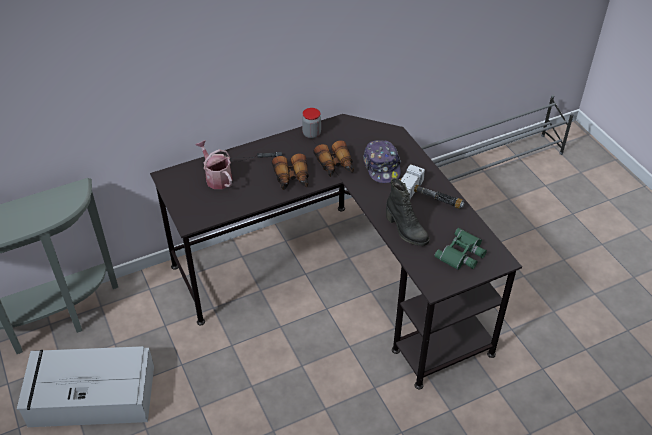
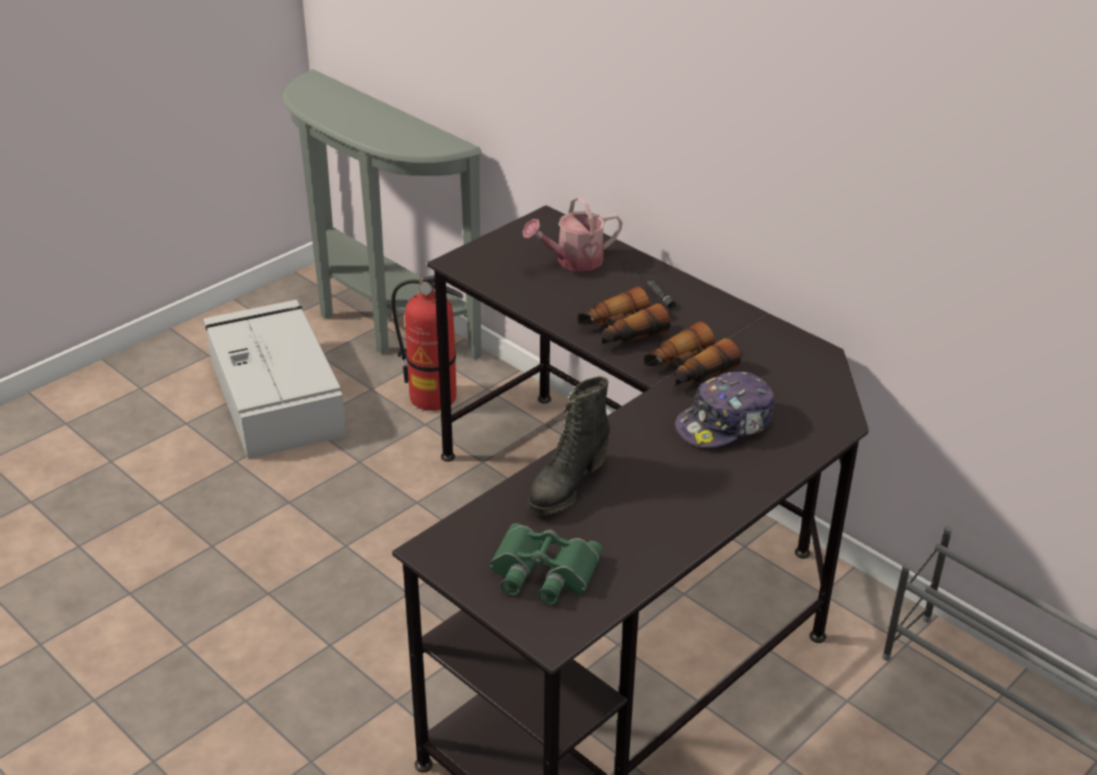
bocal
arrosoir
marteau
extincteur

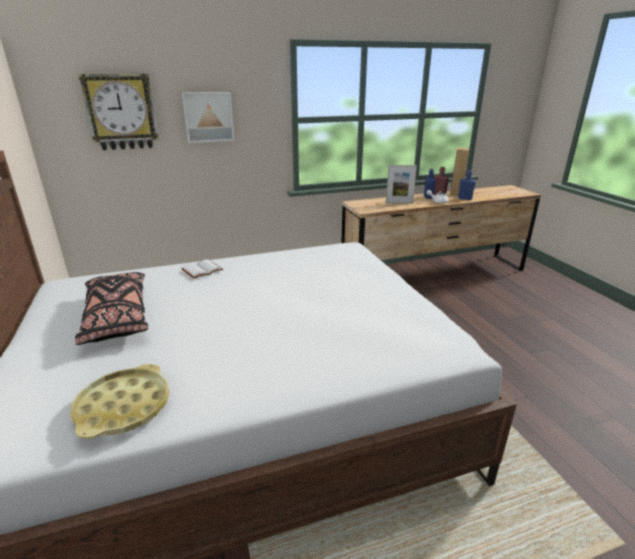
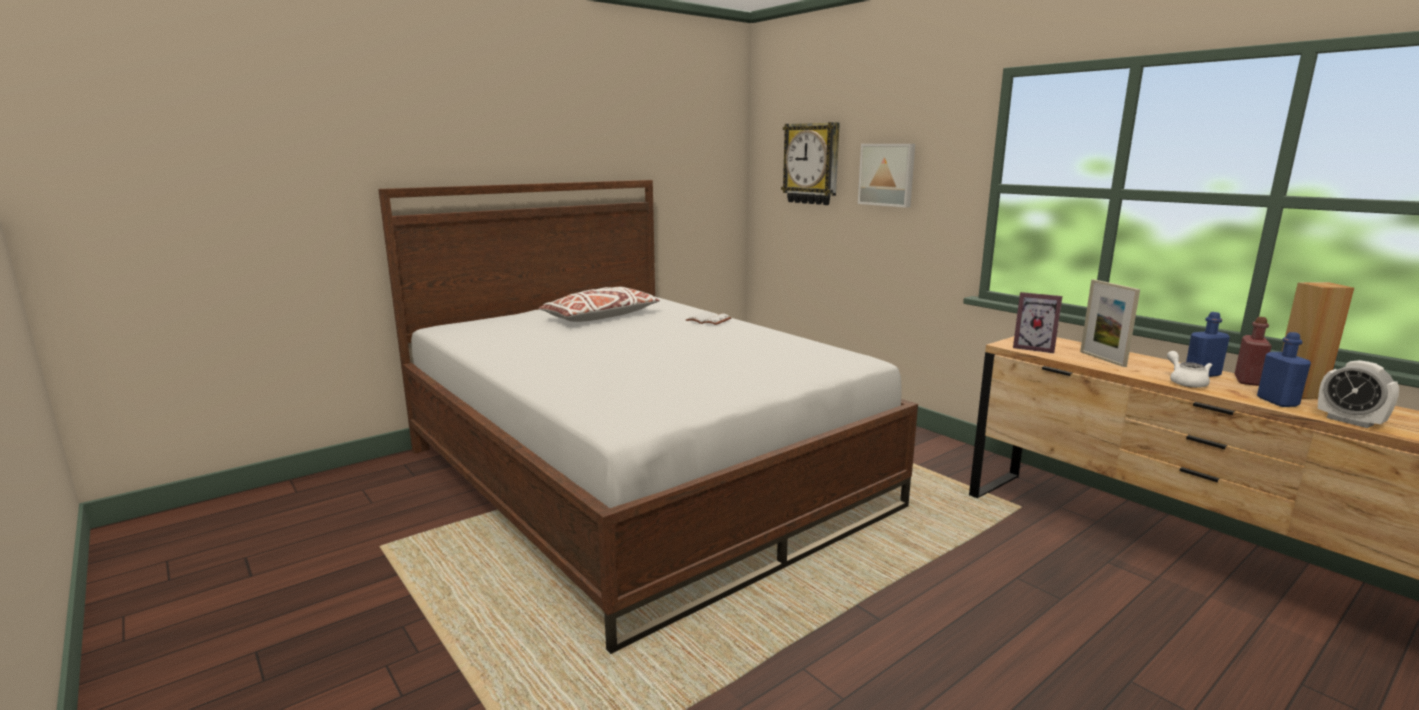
coussin/blanc
plateau/jaune
cadre photo (no. 1 from left)
réveil

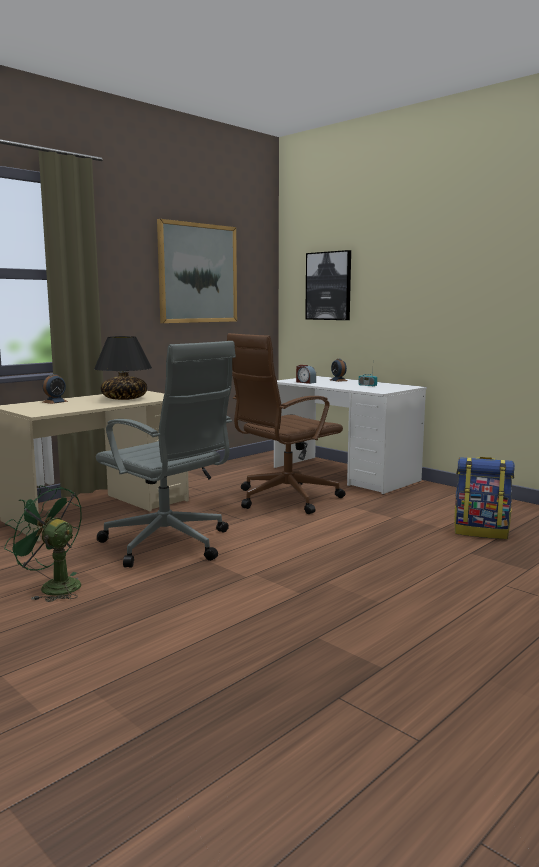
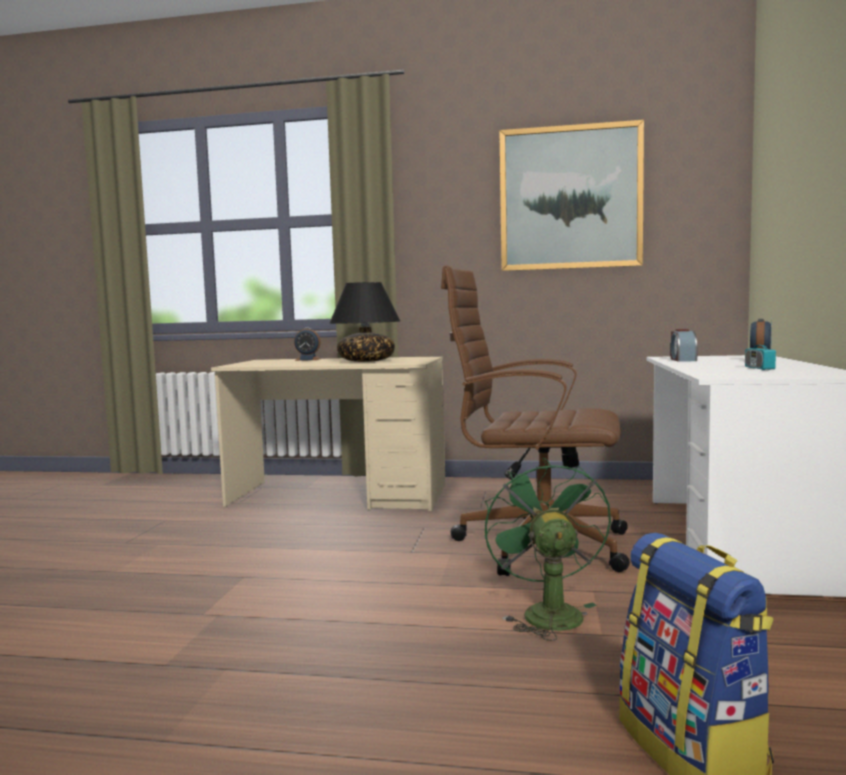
tableau (no. 2 from left in the first image)
chaise de bureau/gris
ventilateur/vert

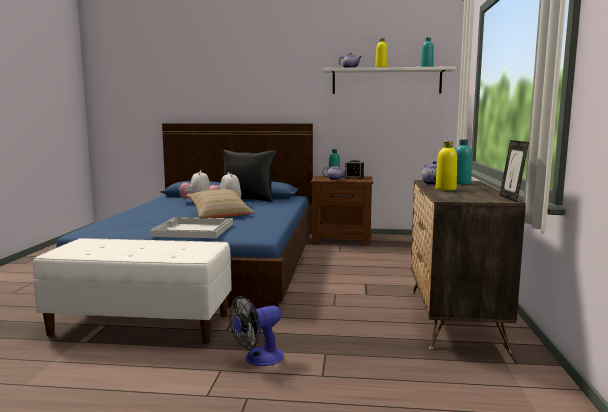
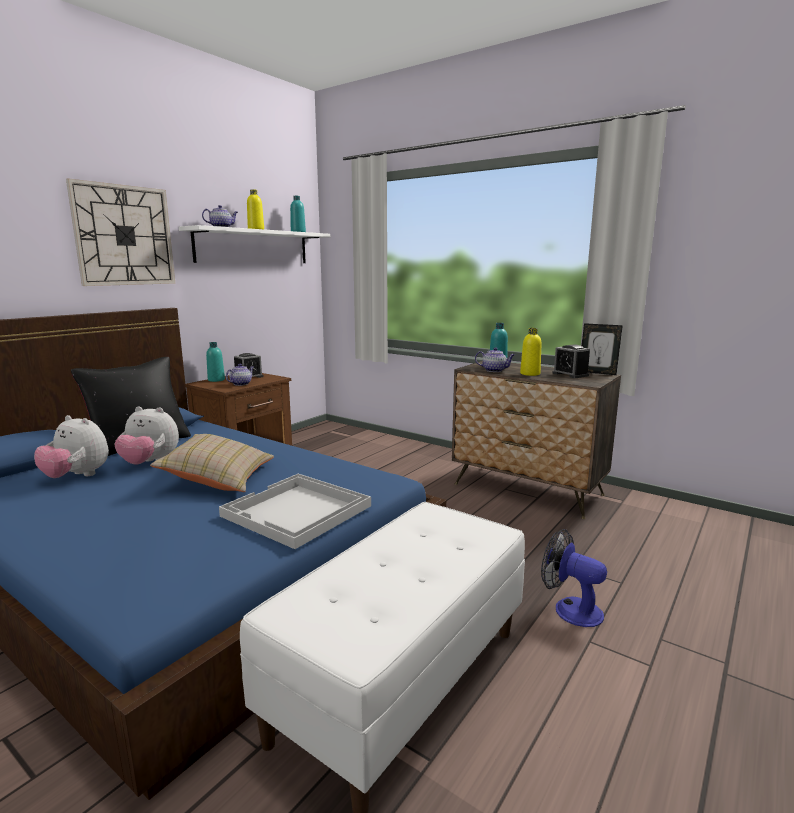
ventilateur
horloge murale
réveil (no. 2 from left)

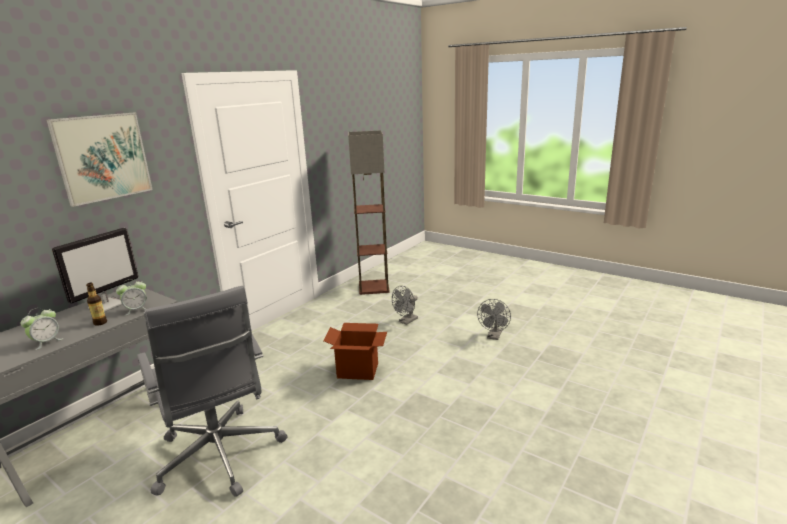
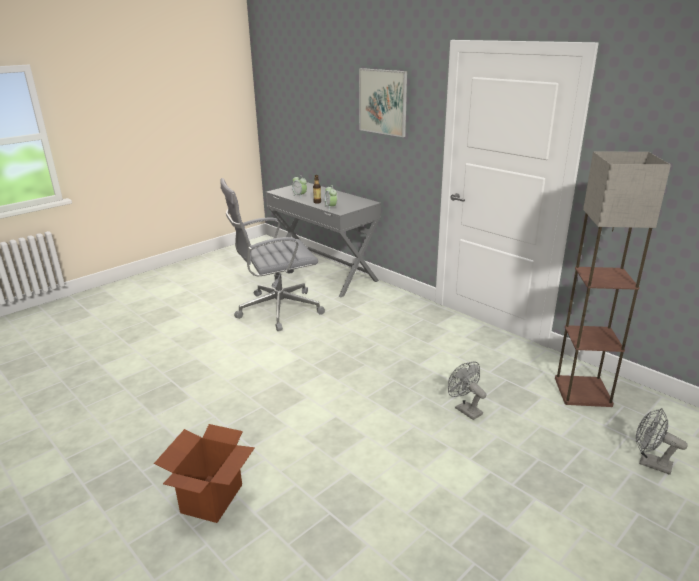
écran d'ordinateur
ventilateur/gris (no. 2 from left)
carton

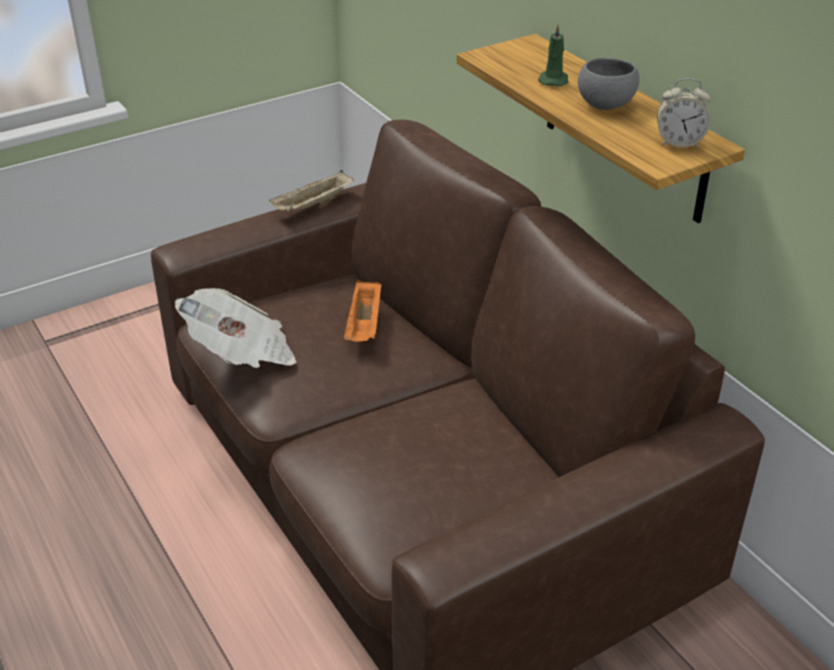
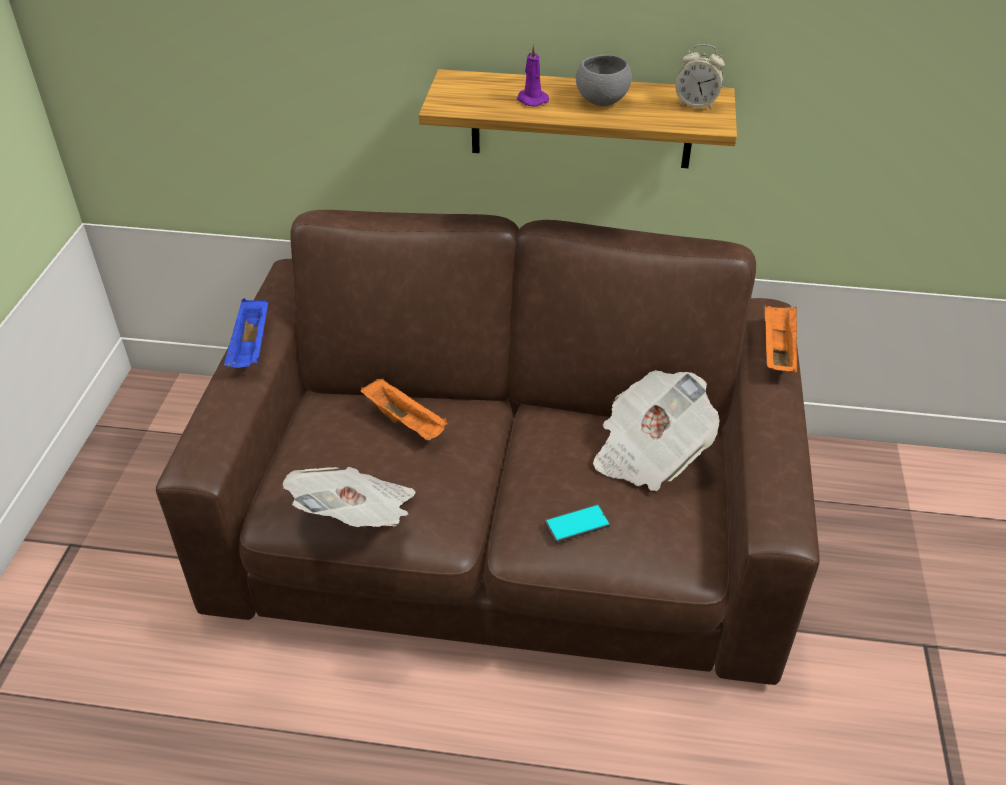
bougie/violet
réveil
plateau/bleu
plateau/orange (no. 2 from left)
journal (no. 2 from left)
téléphone

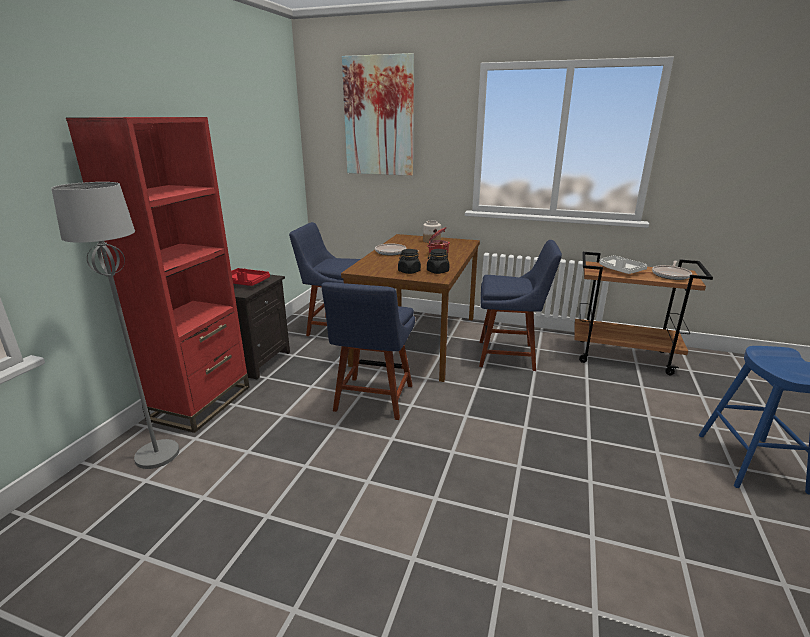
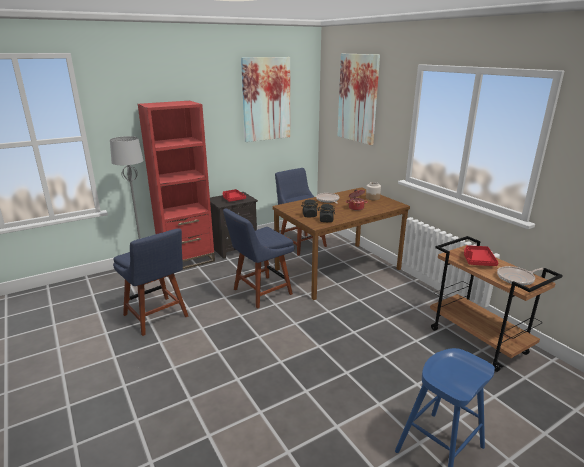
chaise/bleu (no. 1 from left)
plateau/rouge (no. 2 from left)
tableau (no. 1 from left)

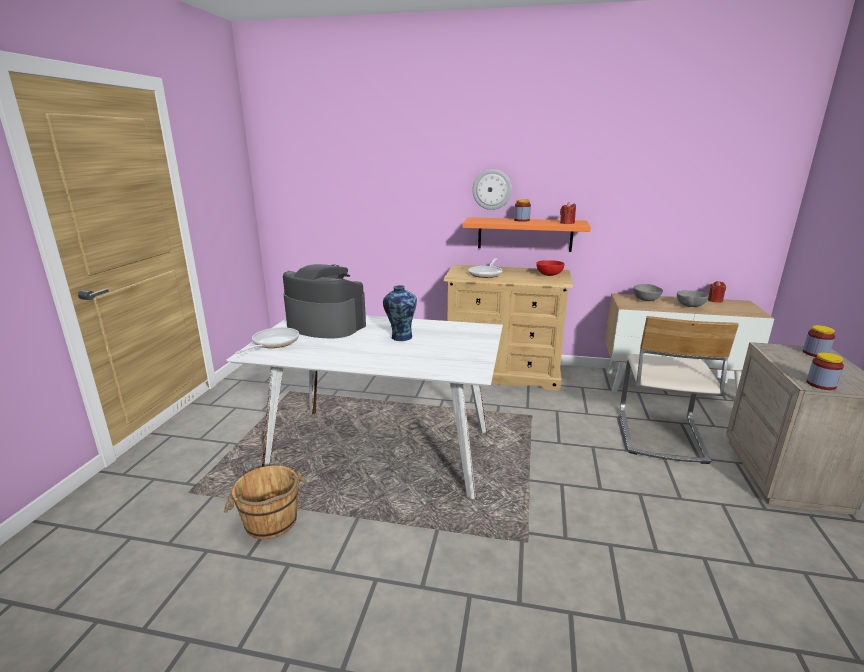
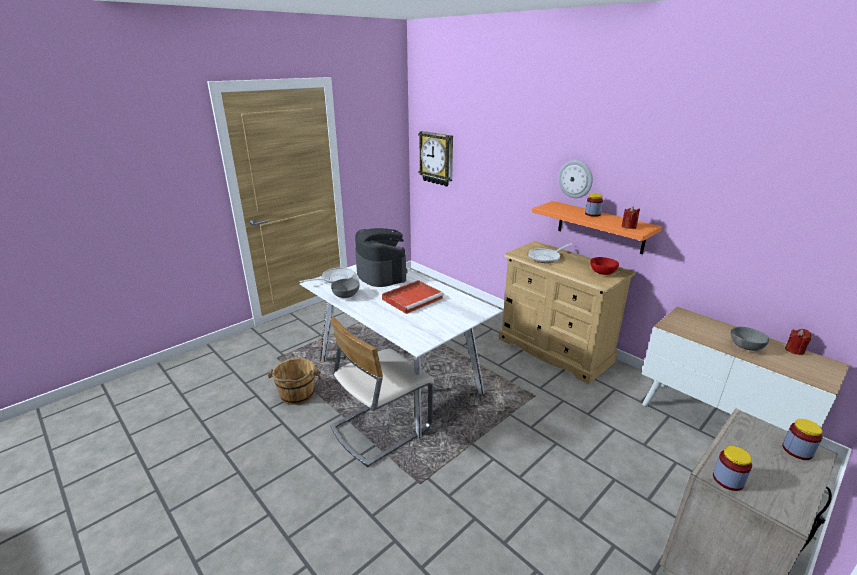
bol/gris (no. 1 from left)
plateau/rouge
chaise/beige
horloge murale (no. 1 from left)

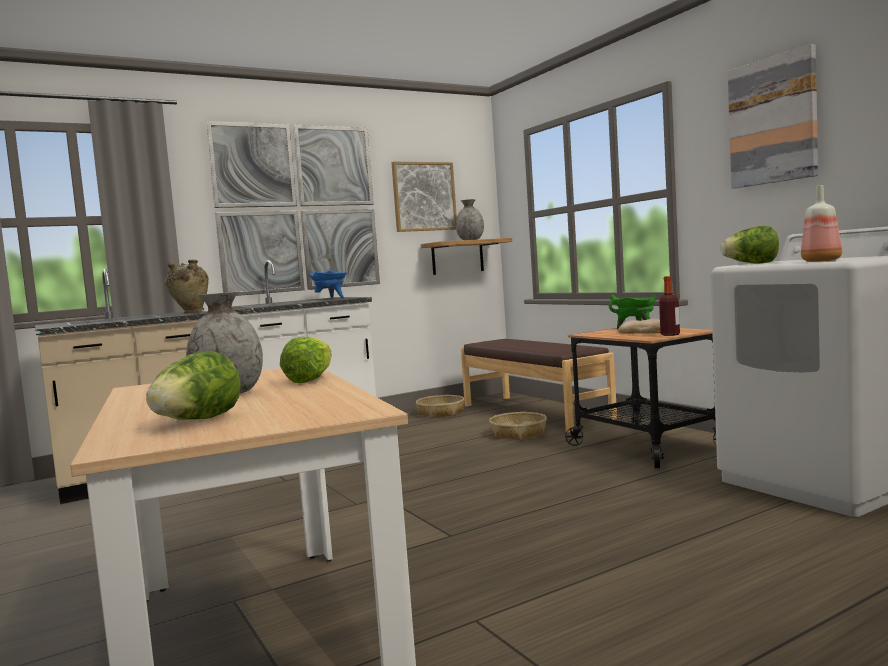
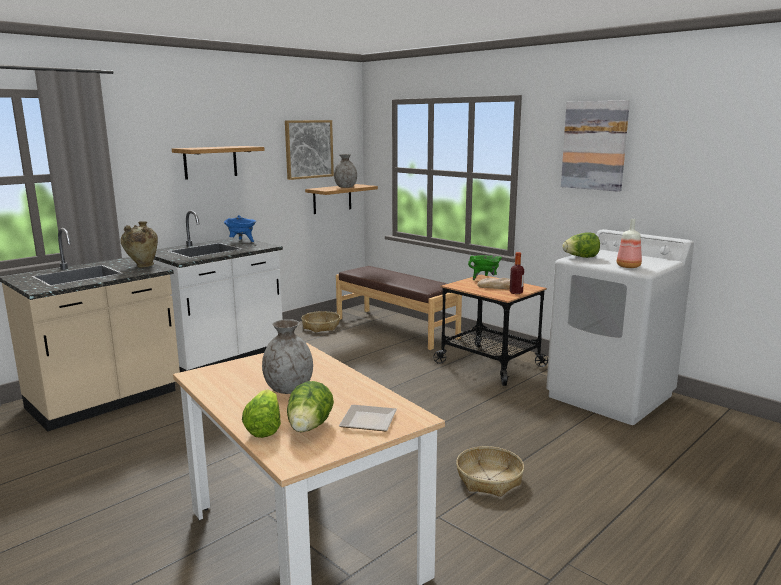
étagère (no. 1 from left)
laitue (no. 1 from left)
panier (no. 2 from left)
assiette

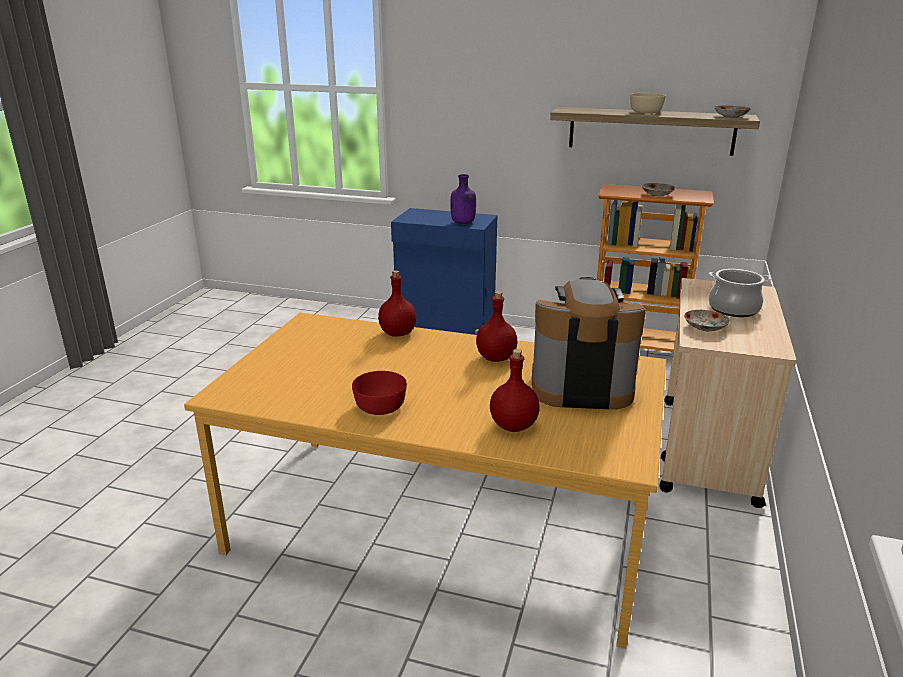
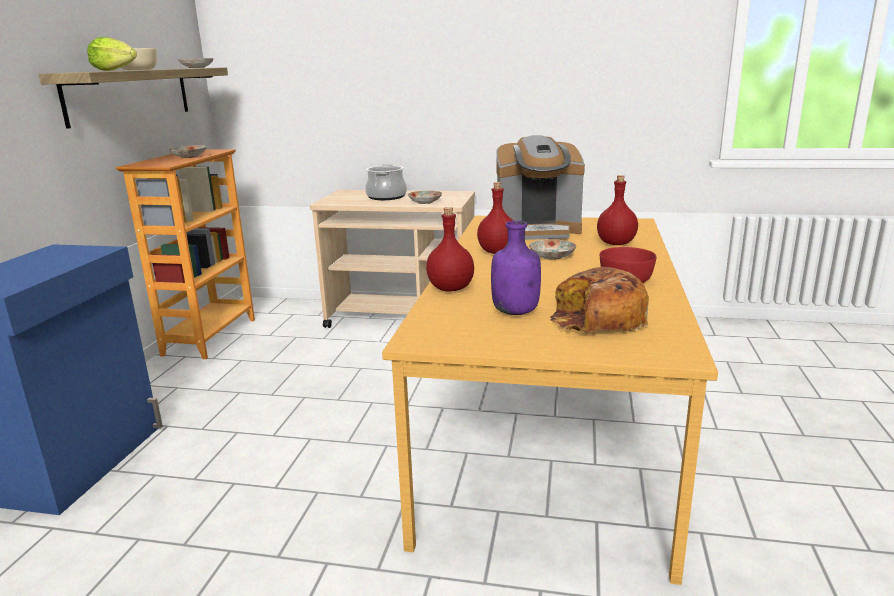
bouteille/violet
machine à café
laitue
assiette (no. 4 from left)
pain

